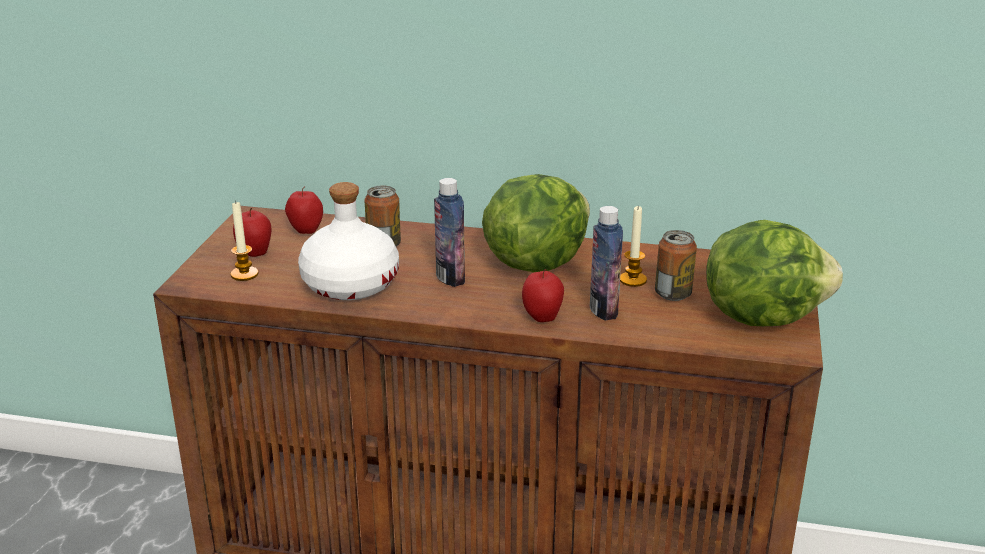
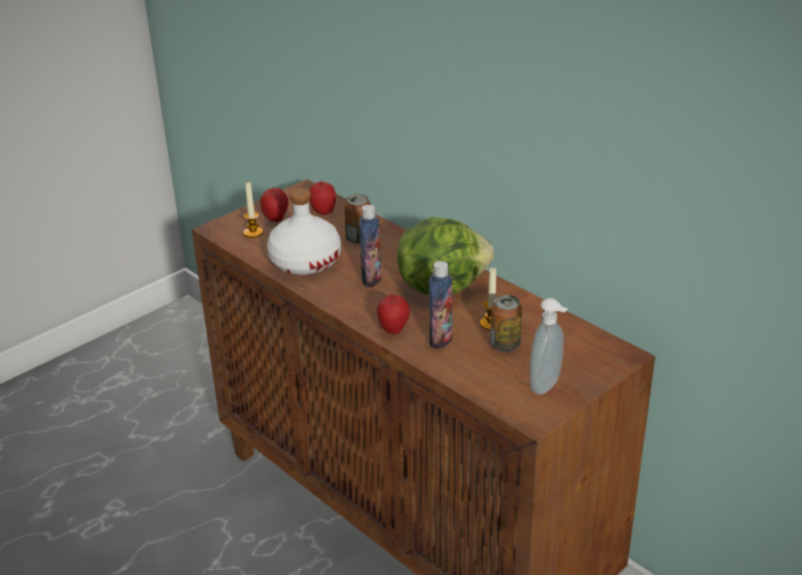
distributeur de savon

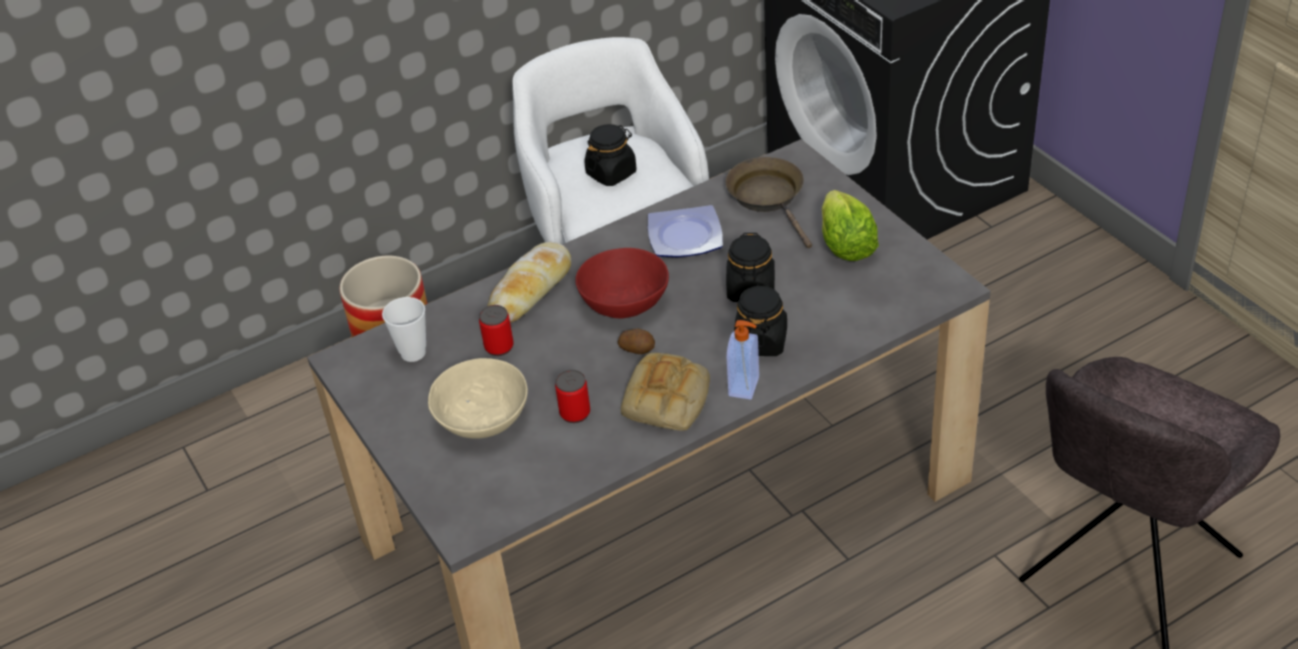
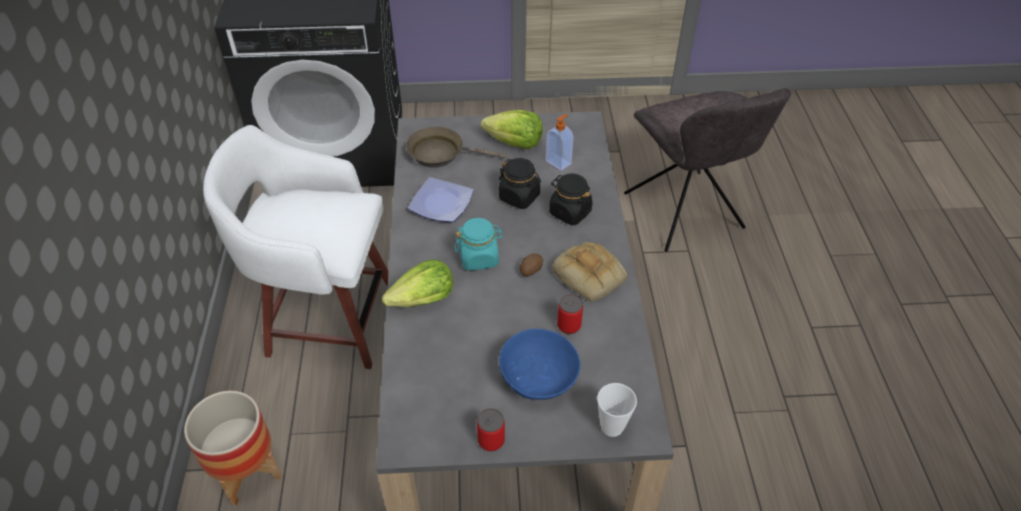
bocal/noir (no. 1 from left in the first image)
laitue (no. 1 from left)
bocal/turquoise
tasse
boîte métallique (no. 1 from left)
distributeur de savon
bol/bleu

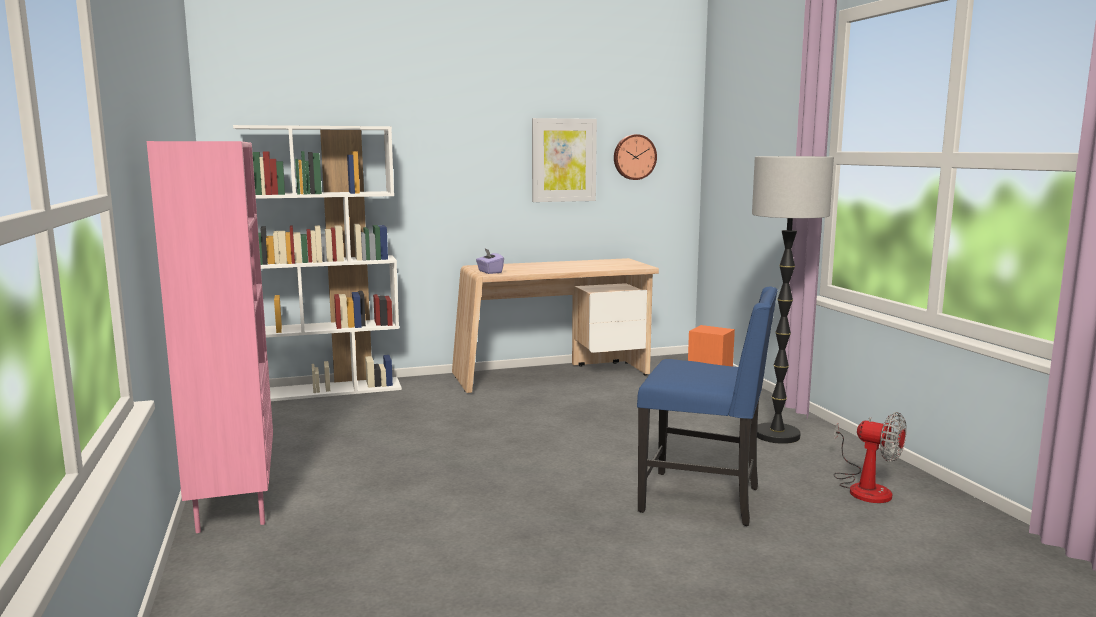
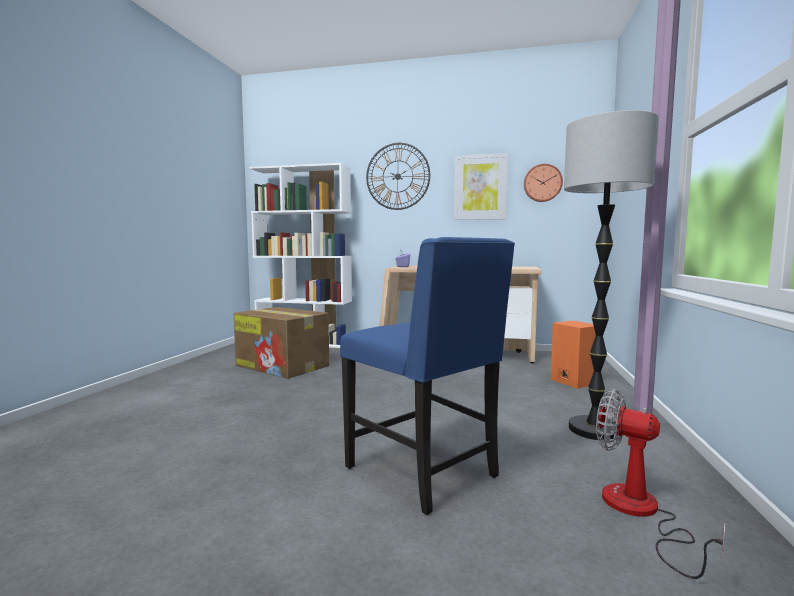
bibliothèque/rose
ventilateur
horloge murale (no. 1 from left)
carton

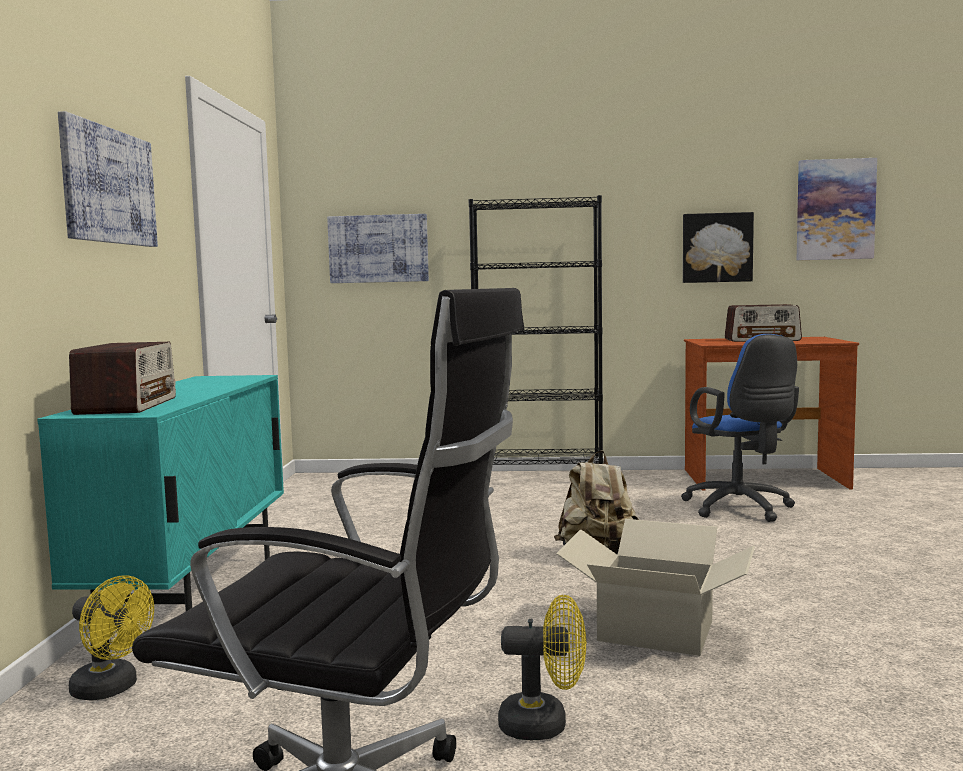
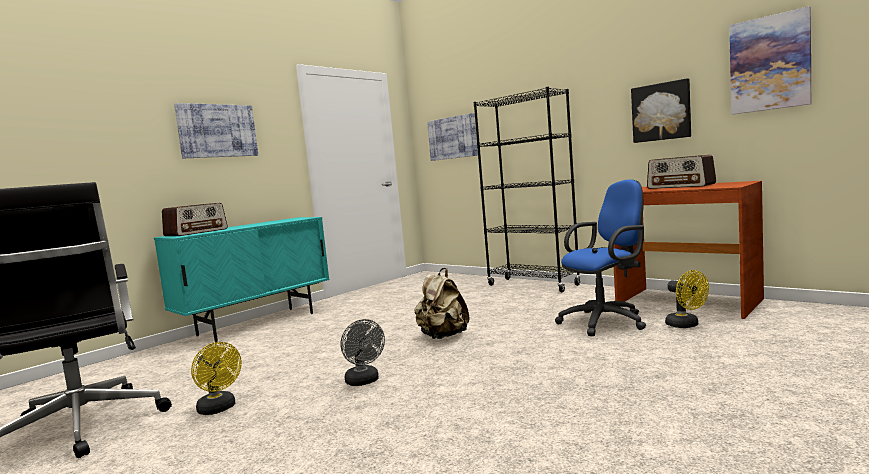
chaise de bureau/bleu
ventilateur/gris
ventilateur/jaune (no. 2 from left)

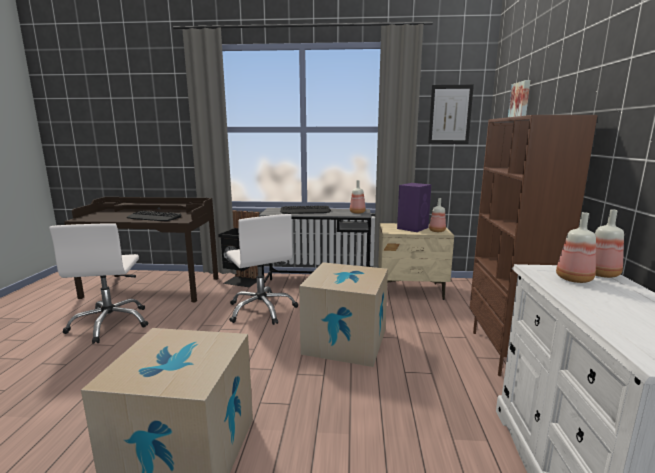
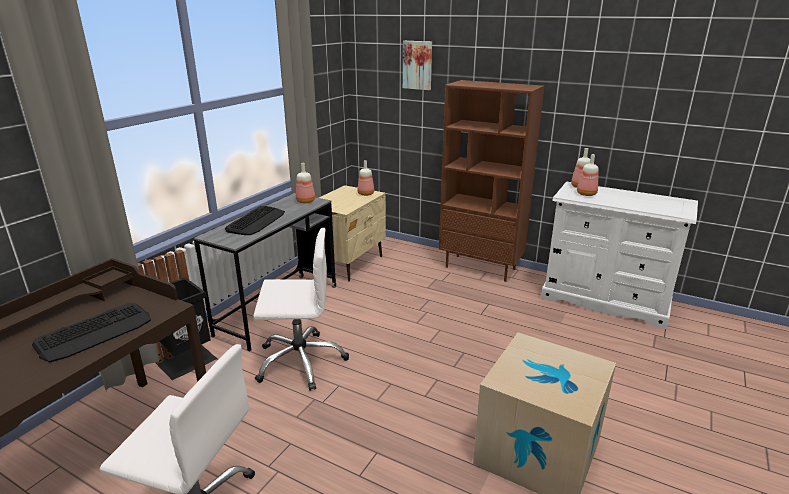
tableau (no. 1 from left in the first image)
enceinte/violet
carton (no. 2 from left in the first image)

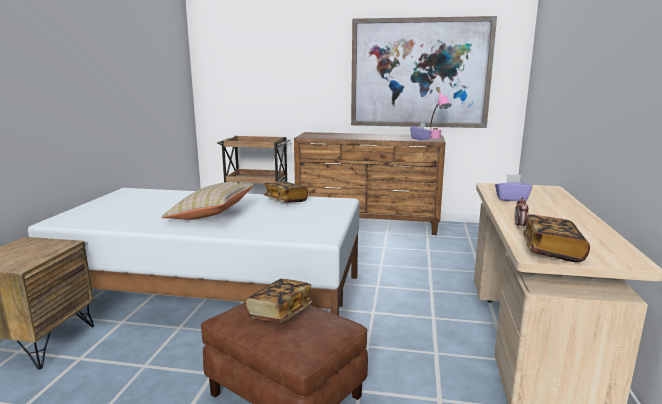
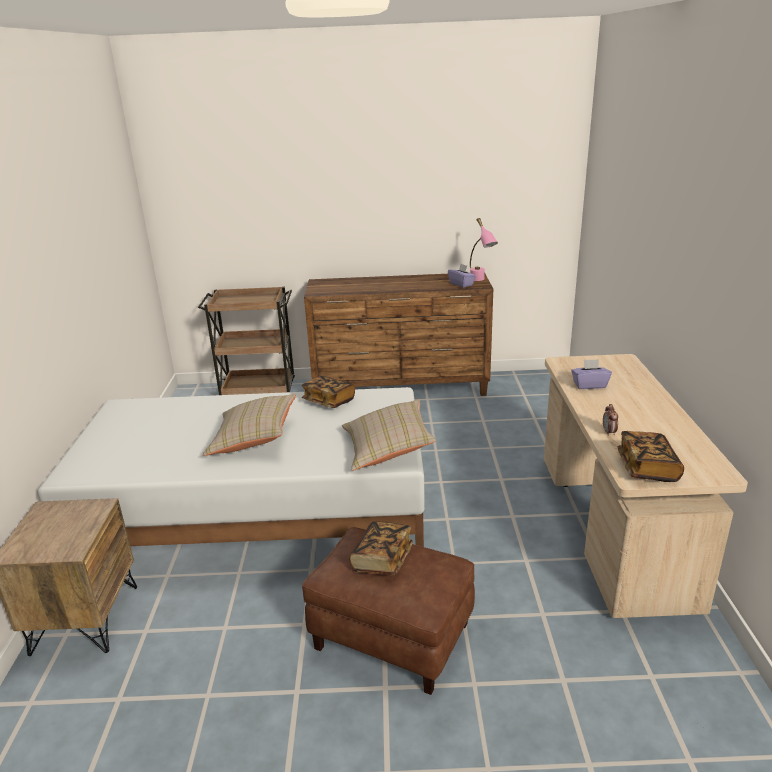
tableau
coussin/beige (no. 2 from left)

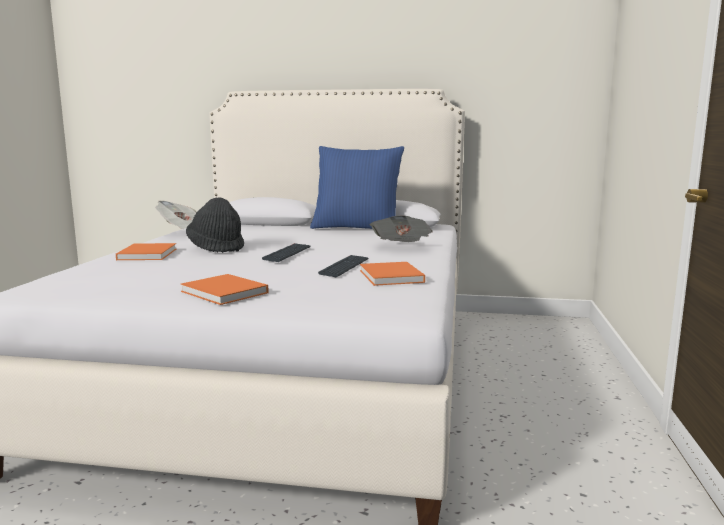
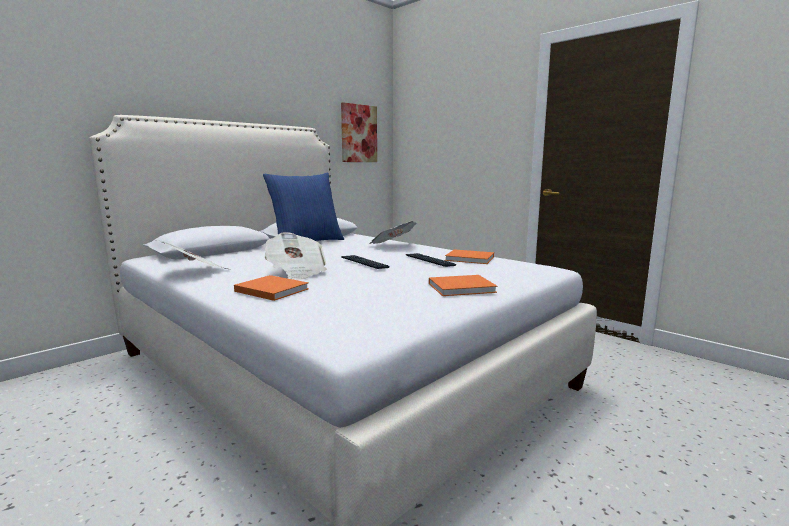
journal (no. 2 from left)
tableau

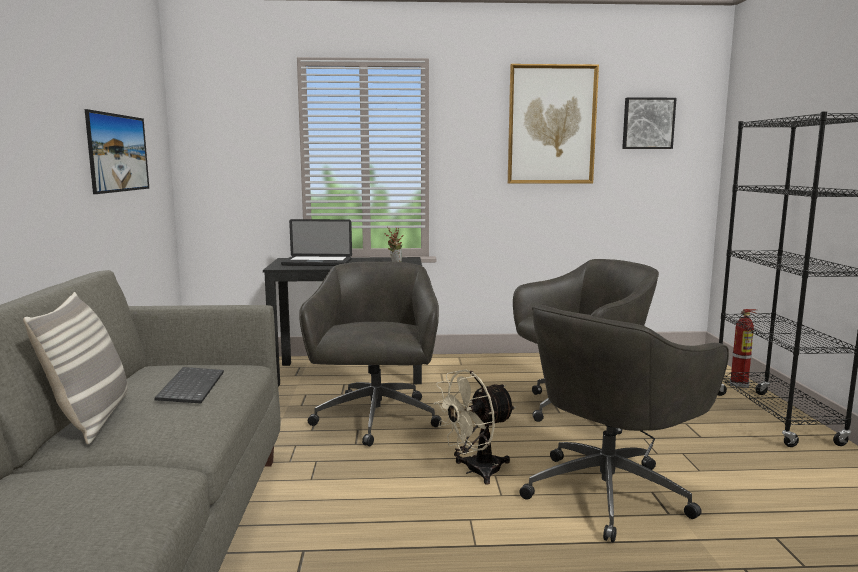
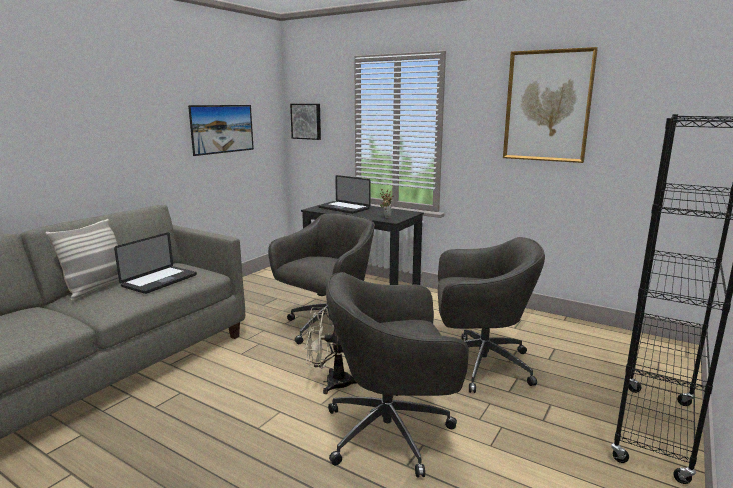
tableau (no. 2 from left)
extincteur
ordinateur portable (no. 1 from left)

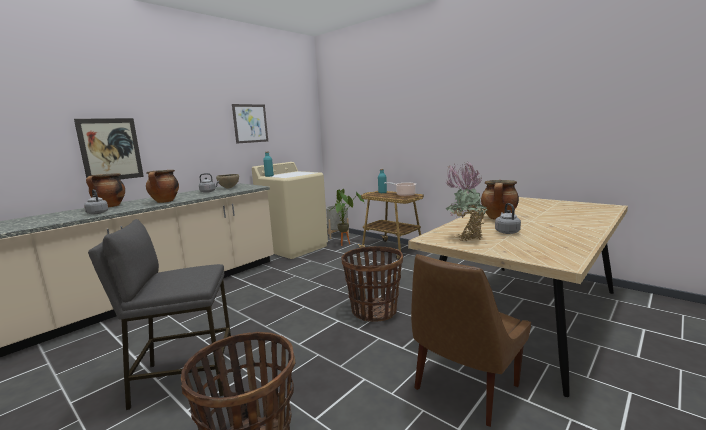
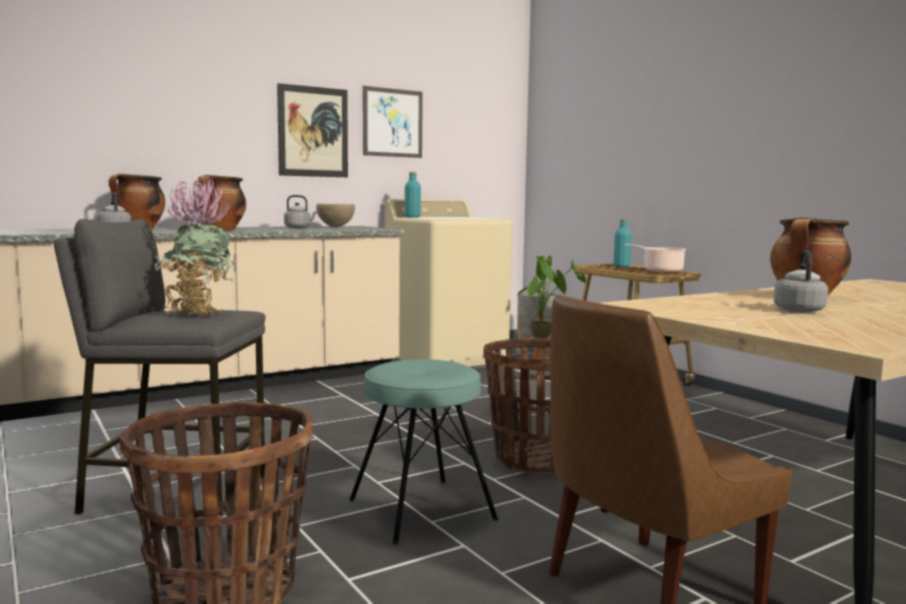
tableau (no. 1 from left)
plante en pot (no. 1 from left)
tabouret/turquoise

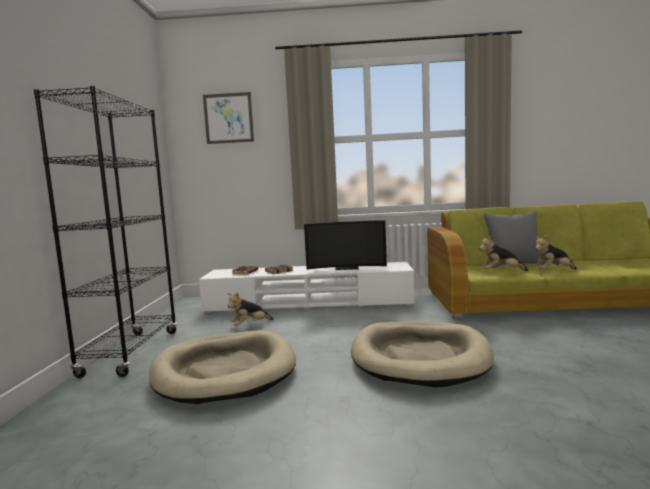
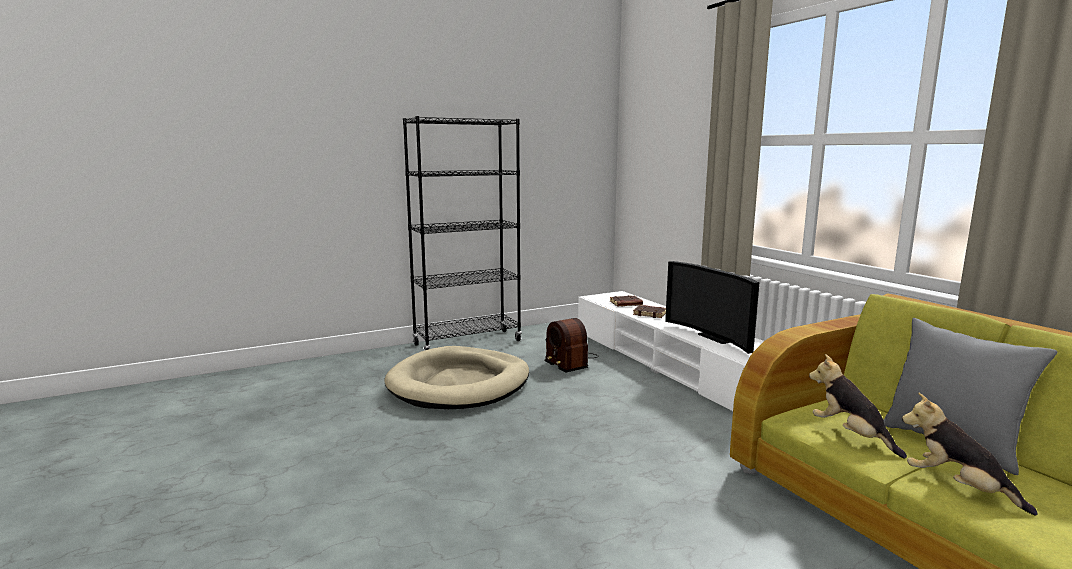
tableau
radio
panier pour chien/beige (no. 2 from left in the first image)

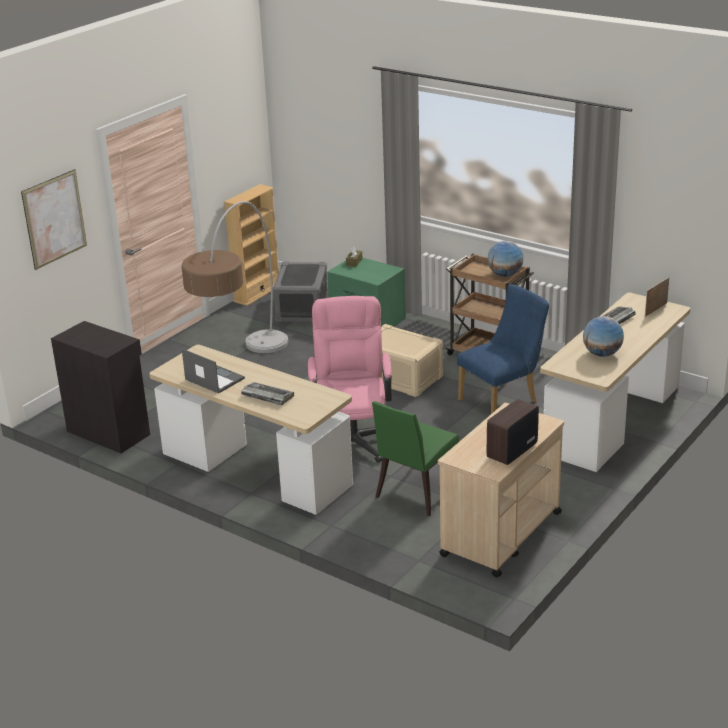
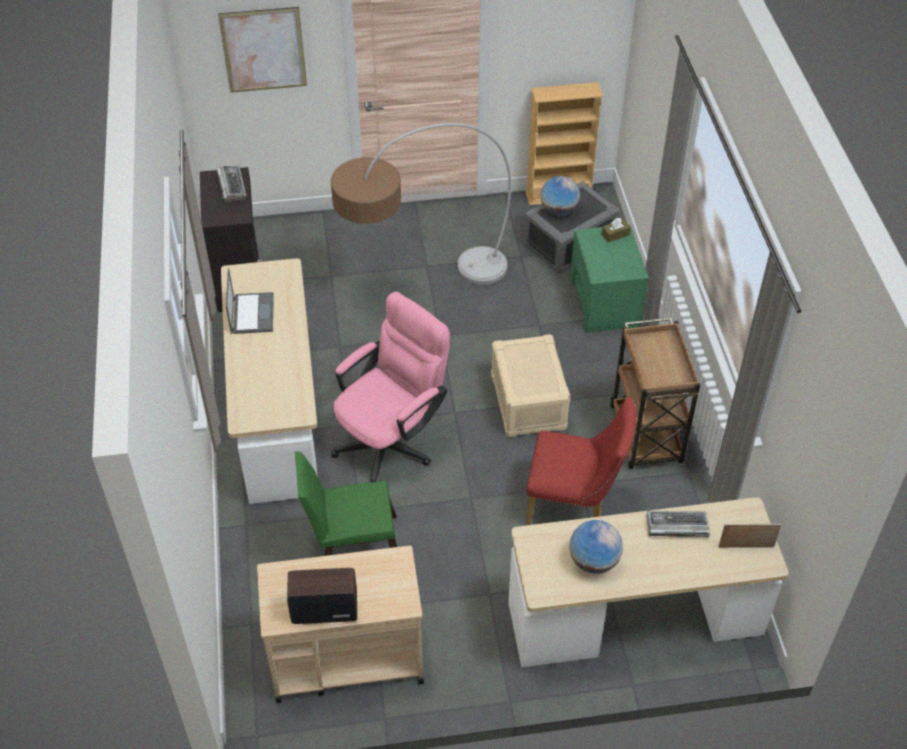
globe (no. 1 from left)
chaise/rouge
clavier (no. 1 from left)

